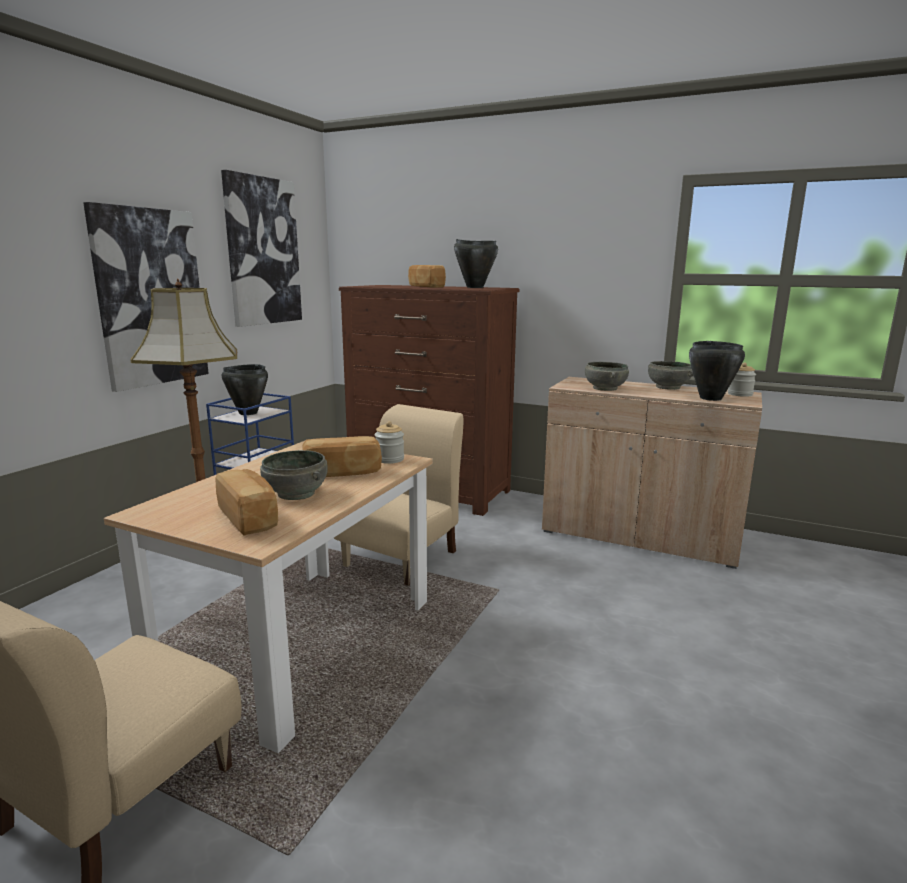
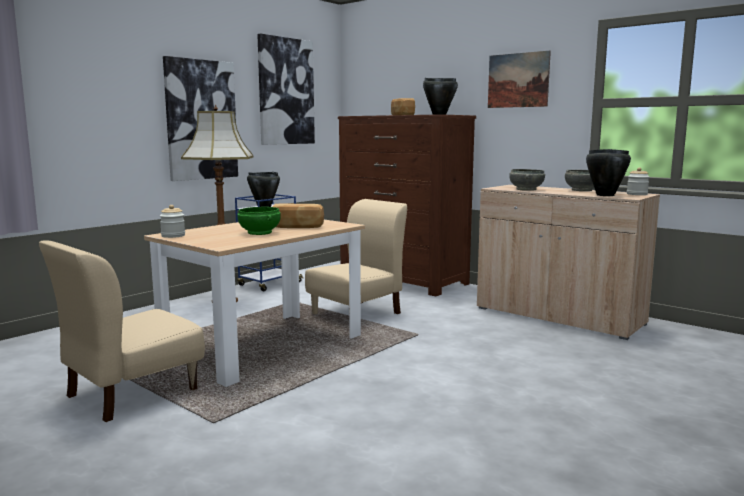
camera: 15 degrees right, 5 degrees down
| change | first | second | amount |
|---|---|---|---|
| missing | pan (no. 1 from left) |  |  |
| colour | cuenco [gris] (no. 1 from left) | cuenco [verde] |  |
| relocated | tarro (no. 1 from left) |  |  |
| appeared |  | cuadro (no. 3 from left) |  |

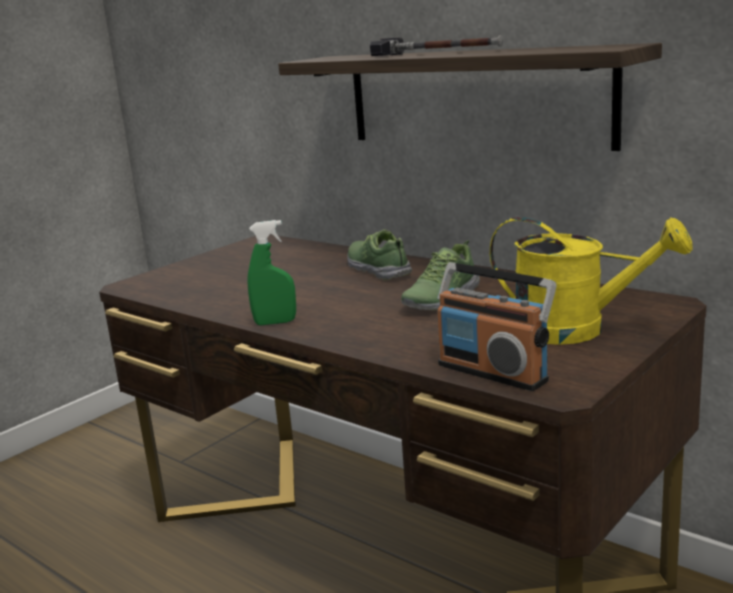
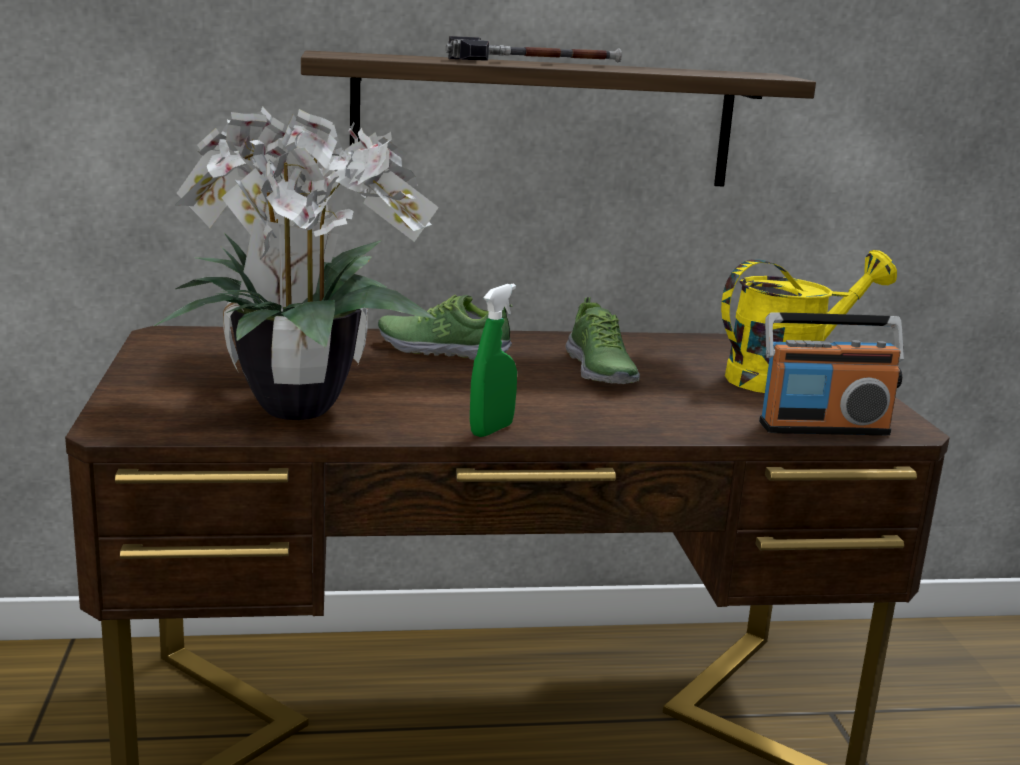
camera: 50 degrees left, 0 degrees up
| change | first | second | amount |
|---|---|---|---|
| appeared |  | planta en maceta |  |

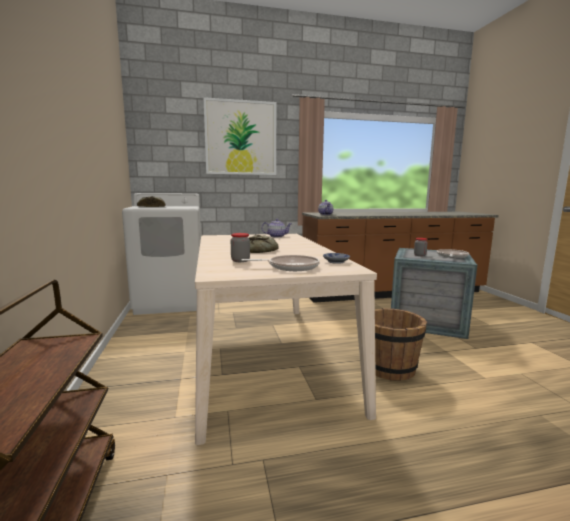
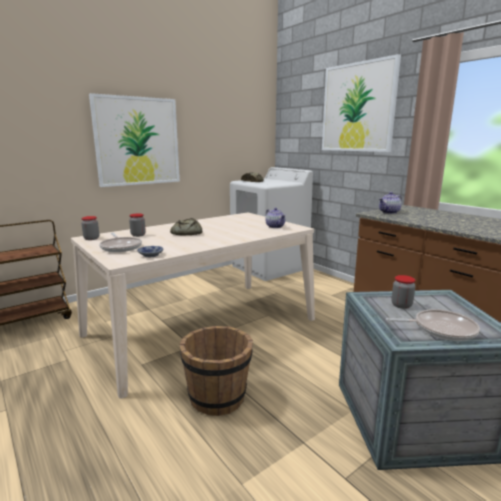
camera: 65 degrees right, 5 degrees up
| change | first | second | amount |
|---|---|---|---|
| appeared |  | tarro (no. 1 from left) |  |
| appeared |  | cuadro (no. 1 from left) |  |

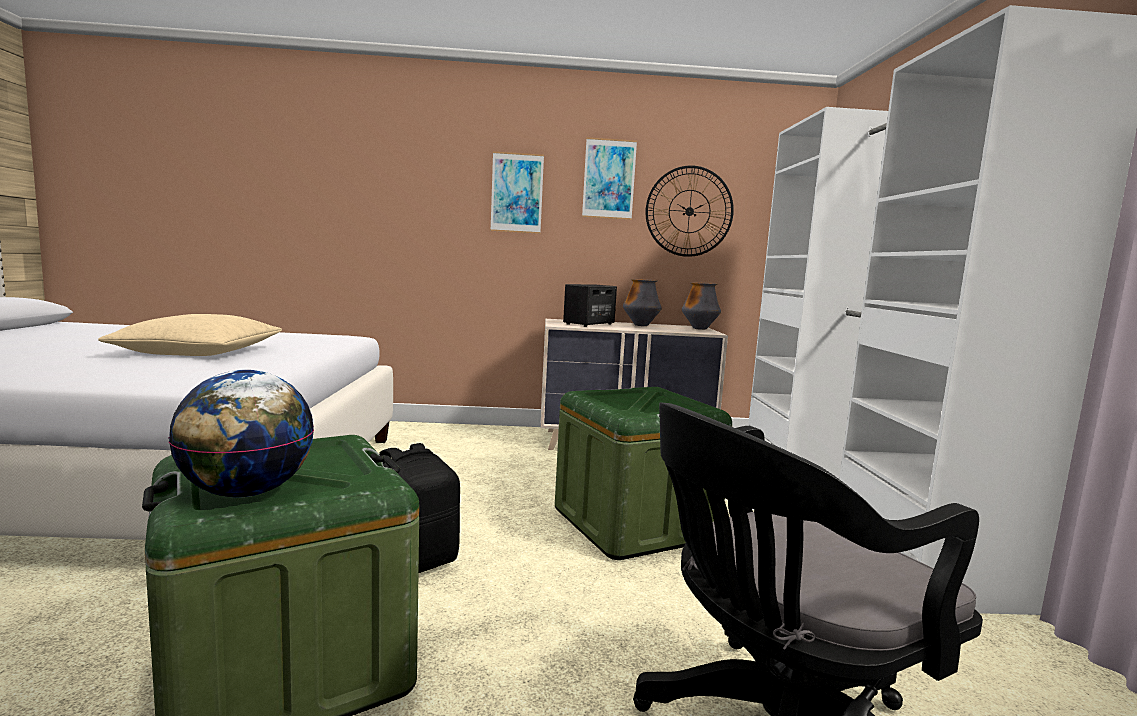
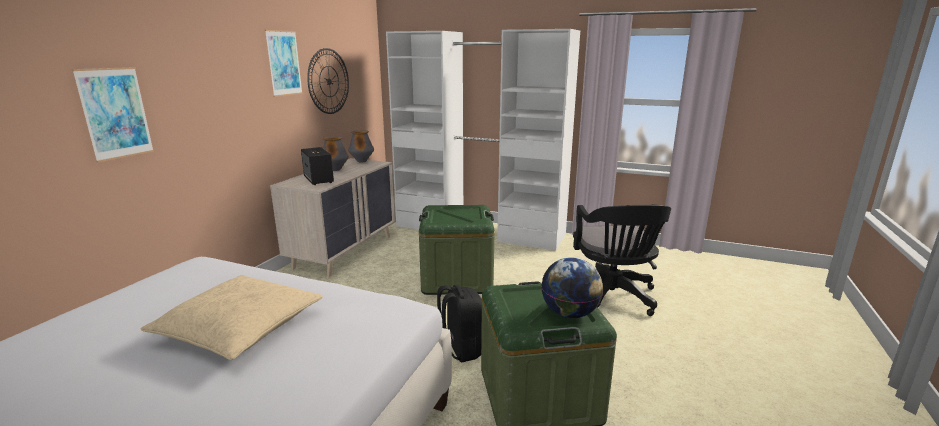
camera: 65 degrees left, 10 degrees up
| change | first | second | amount |
|---|---|---|---|
| relocated | cuadro (no. 1 from left) |  |  |

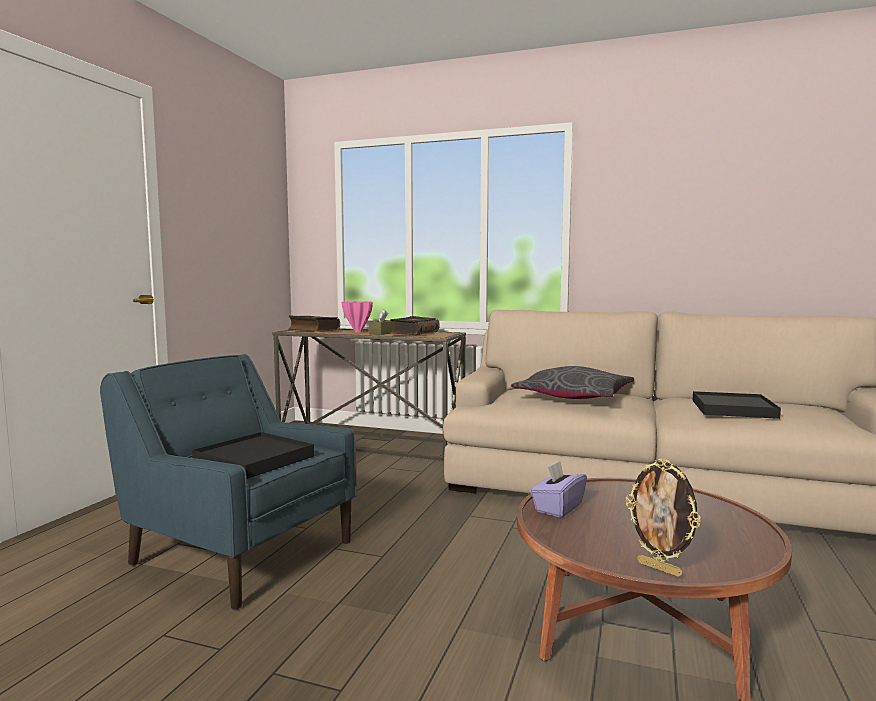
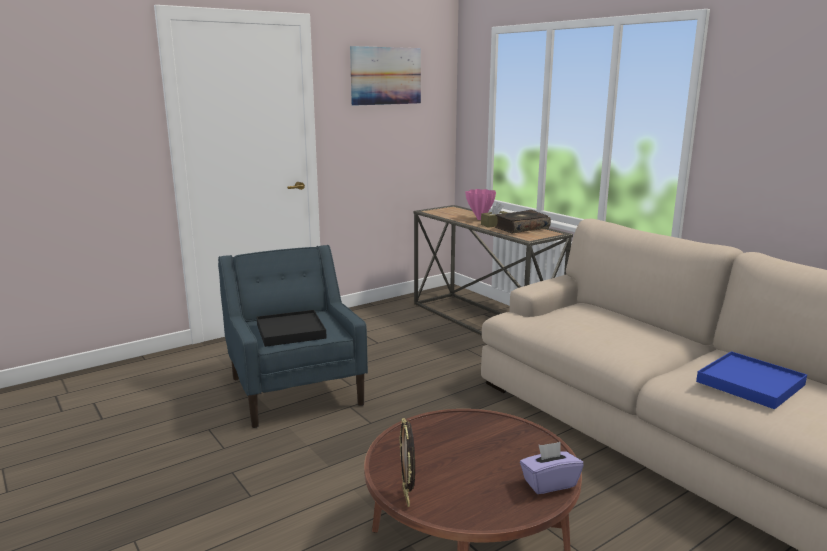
camera: 35 degrees right, 10 degrees up
| change | first | second | amount |
|---|---|---|---|
| missing | libro (no. 1 from left) |  |  |
| missing | cojín [gris] |  |  |
| relocated | caja de pañuelos [morado] |  |  |
| colour | bandeja [negro] (no. 2 from left) | bandeja [azul] |  |
| appeared |  | cuadro |  |

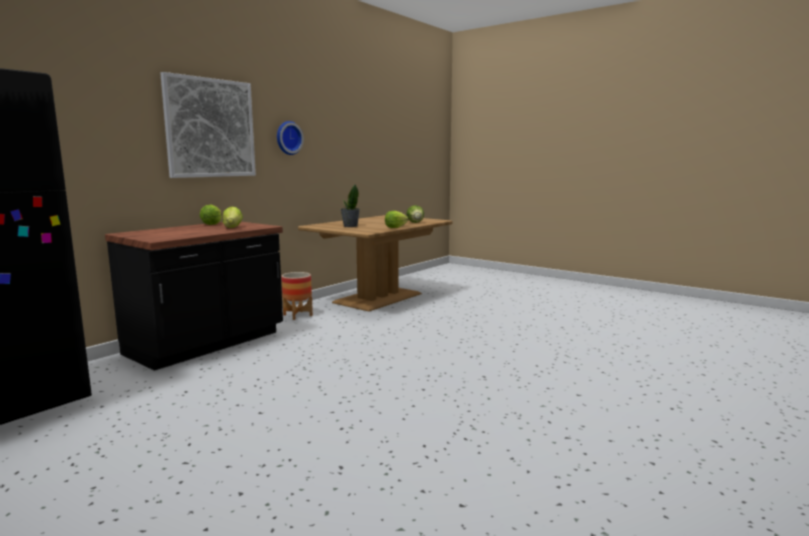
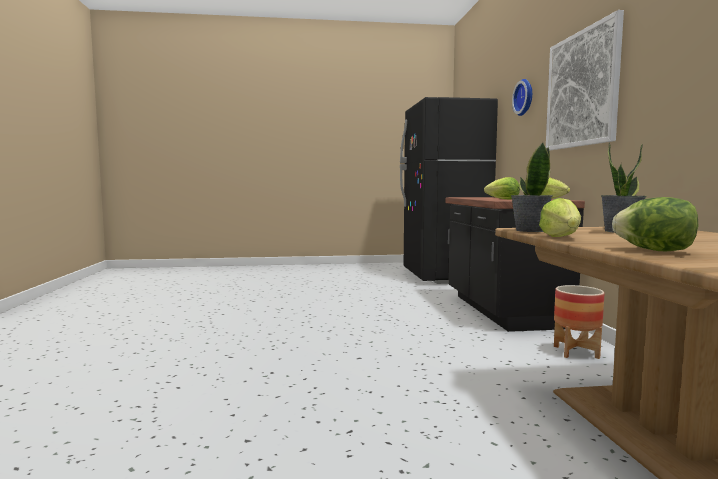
camera: 135 degrees right, 5 degrees down
| change | first | second | amount |
|---|---|---|---|
| relocated | reloj de pared |  |  |
| appeared |  | planta en maceta (no. 1 from left) |  |

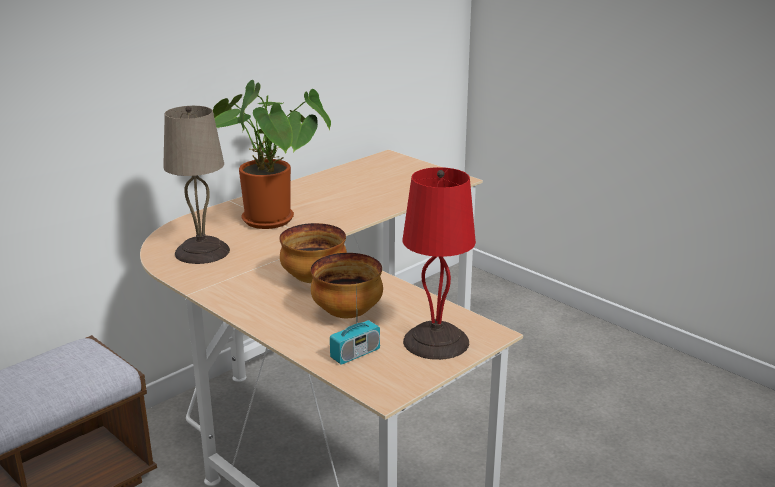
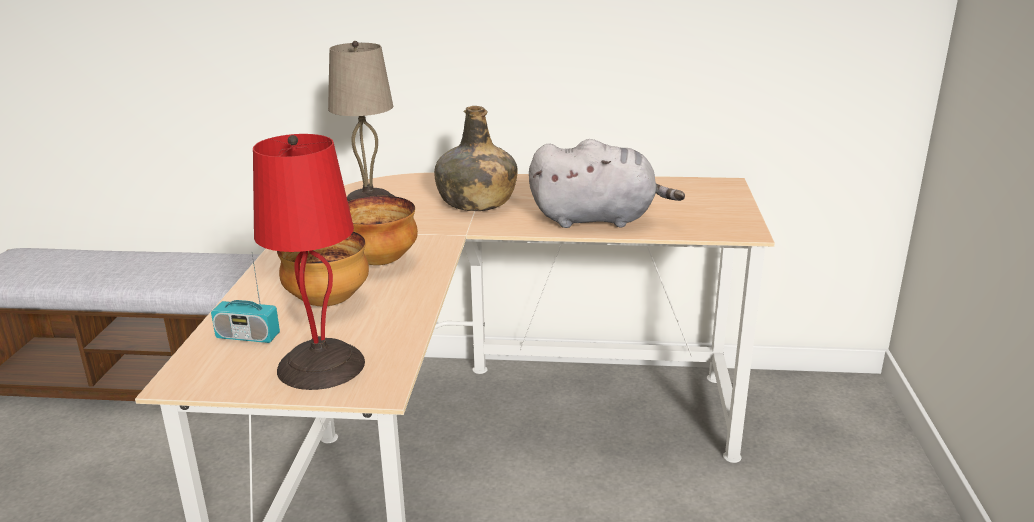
camera: 50 degrees right, 0 degrees up
| change | first | second | amount |
|---|---|---|---|
| exchanged | planta en maceta | botella [verde] |  |
| appeared |  | peluche [gris] |  |

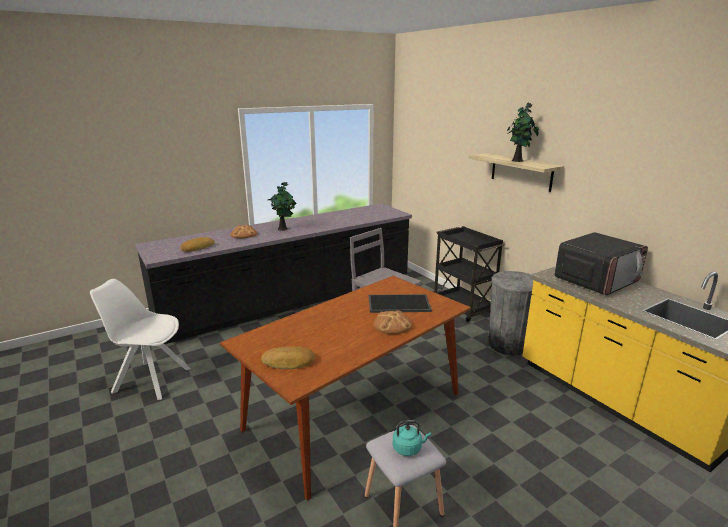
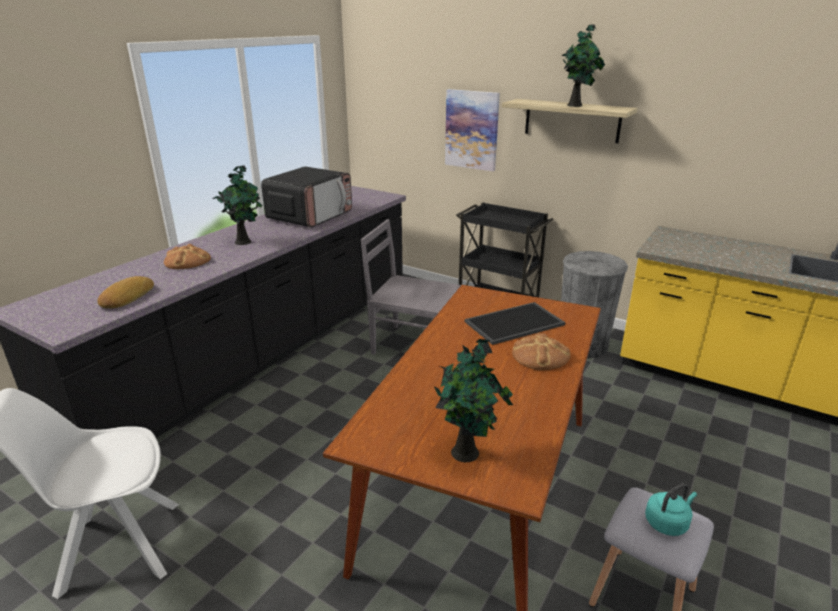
camera: 25 degrees left, 5 degrees up
| change | first | second | amount |
|---|---|---|---|
| exchanged | pan (no. 3 from left) | planta en maceta (no. 2 from left) |  |
| relocated | microondas |  |  |
| appeared |  | cuadro |  |

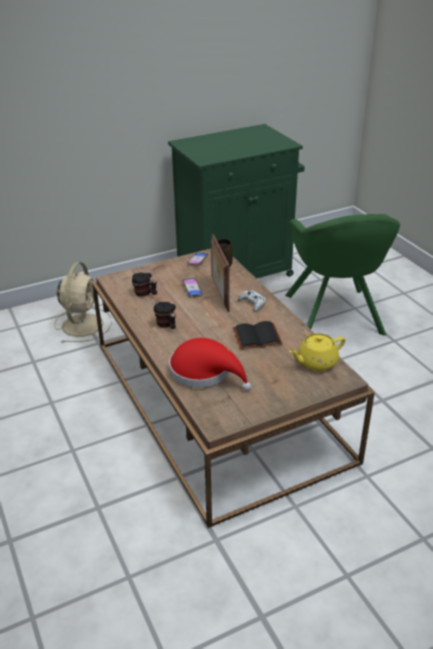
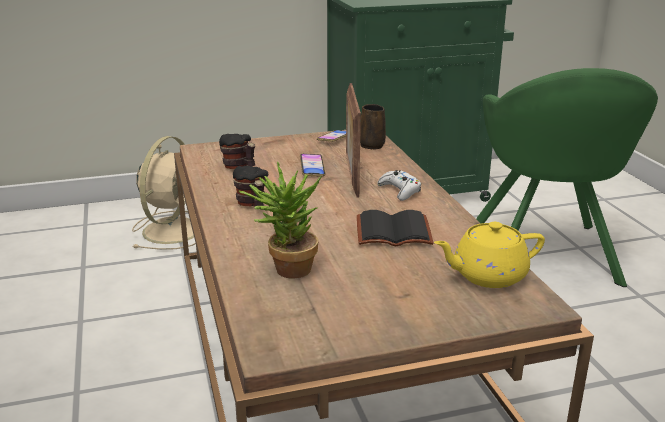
camera: 10 degrees right, 10 degrees down
| change | first | second | amount |
|---|---|---|---|
| exchanged | sombrero [rojo] | planta en maceta |  |

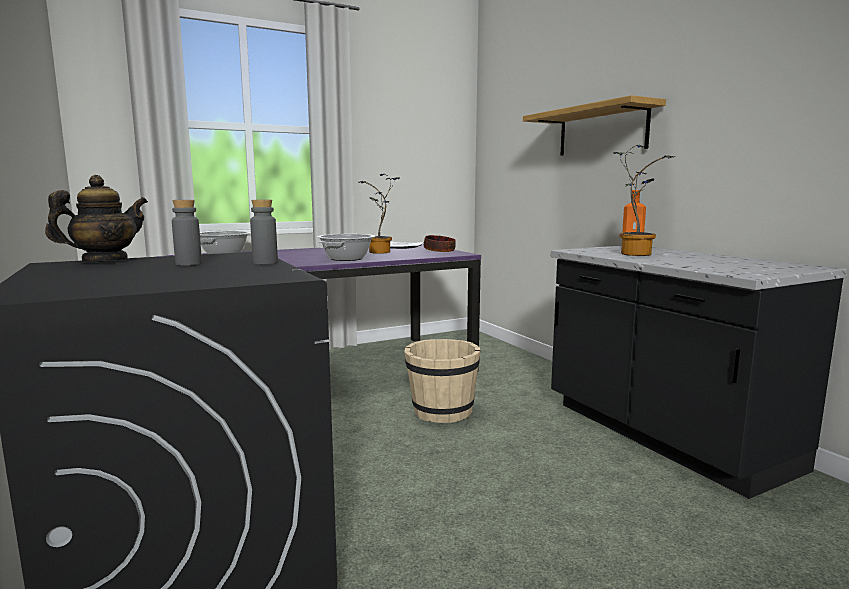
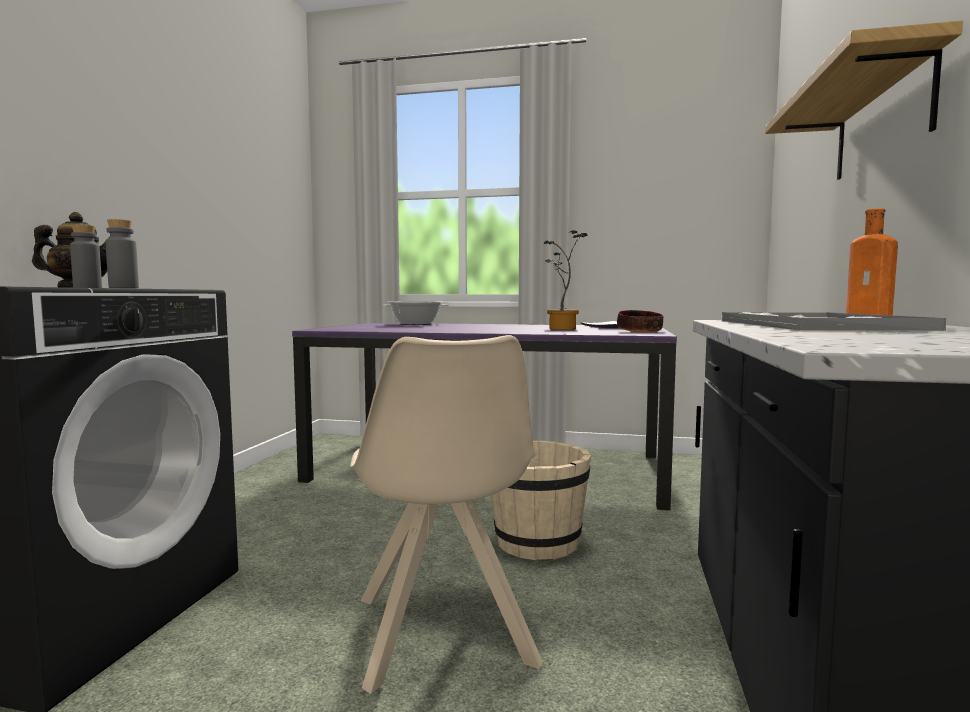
camera: 40 degrees right, 5 degrees down
| change | first | second | amount |
|---|---|---|---|
| missing | olla (no. 2 from left) |  |  |
| exchanged | planta en maceta (no. 2 from left) | bandeja |  |
| appeared |  | silla [beis] |  |

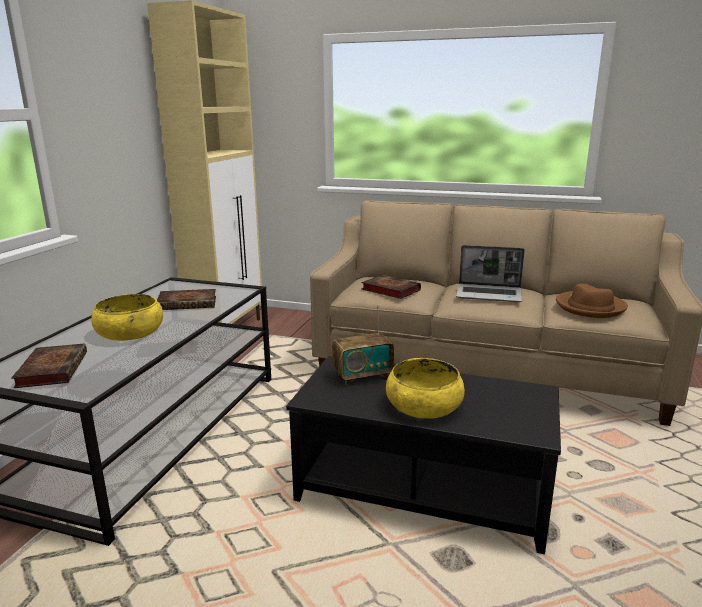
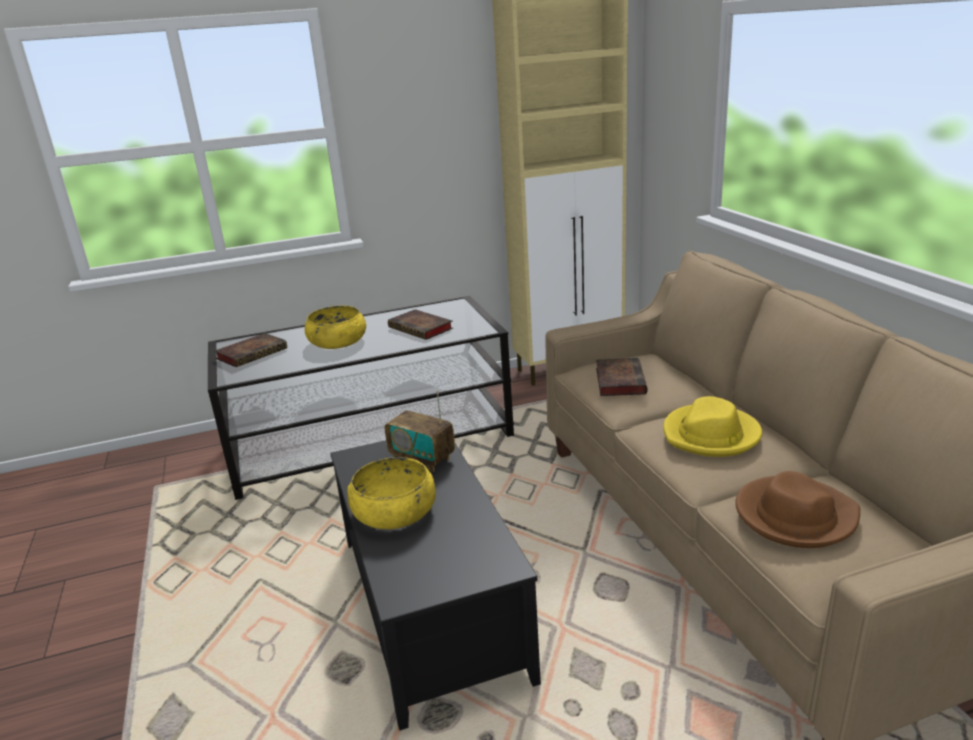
camera: 55 degrees right, 5 degrees up
| change | first | second | amount |
|---|---|---|---|
| exchanged | portátil | sombrero [amarillo] |  |

